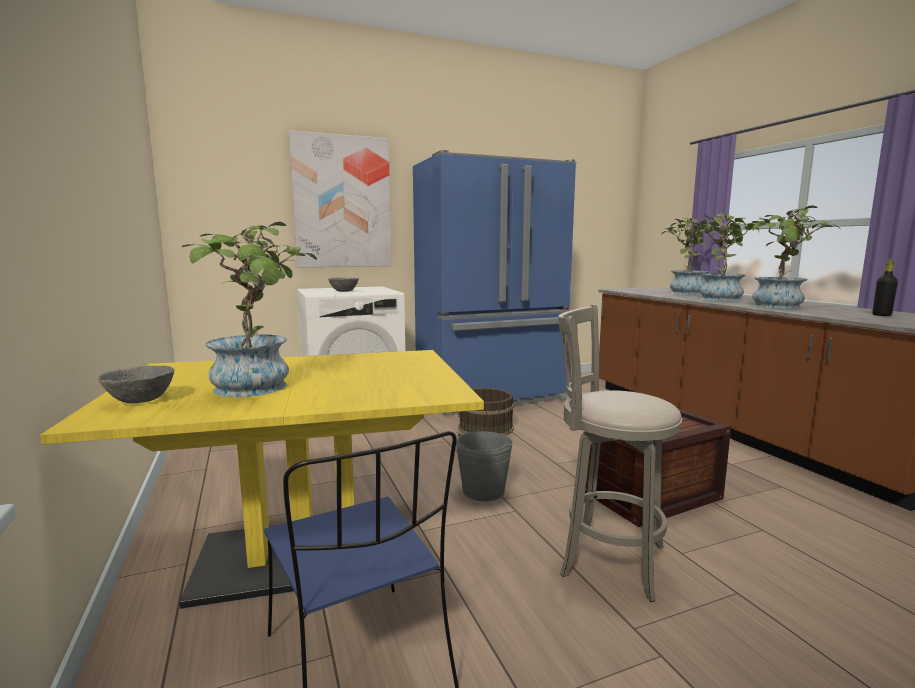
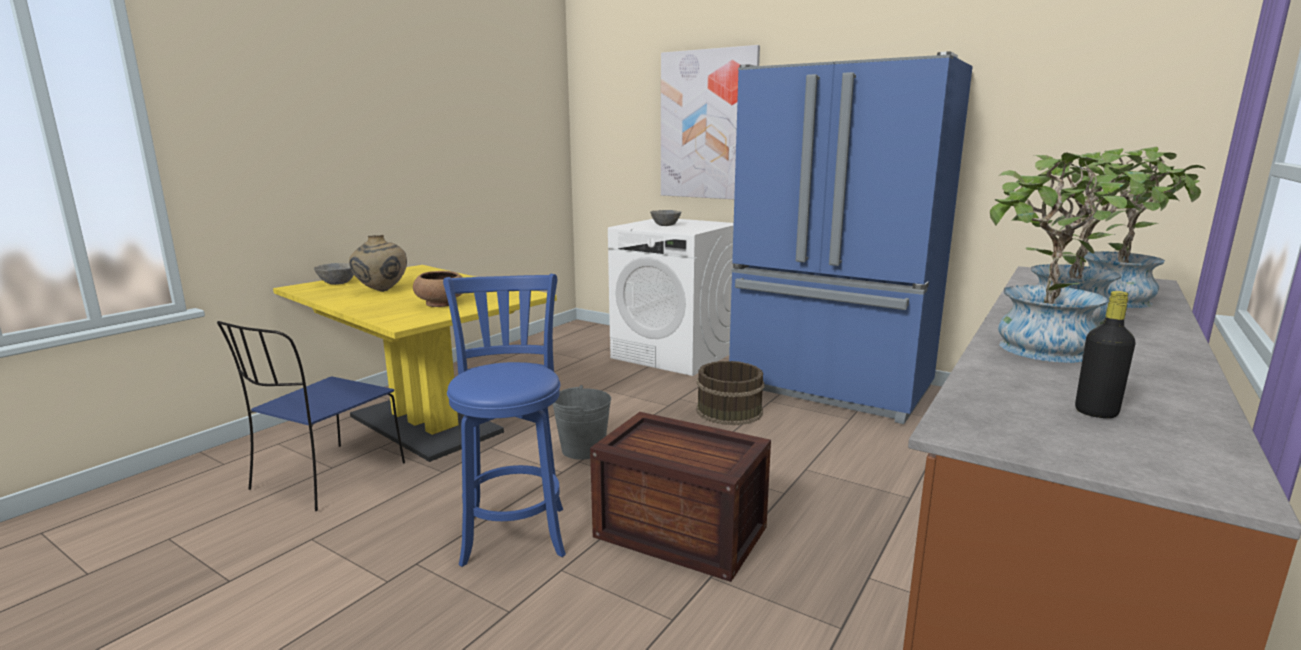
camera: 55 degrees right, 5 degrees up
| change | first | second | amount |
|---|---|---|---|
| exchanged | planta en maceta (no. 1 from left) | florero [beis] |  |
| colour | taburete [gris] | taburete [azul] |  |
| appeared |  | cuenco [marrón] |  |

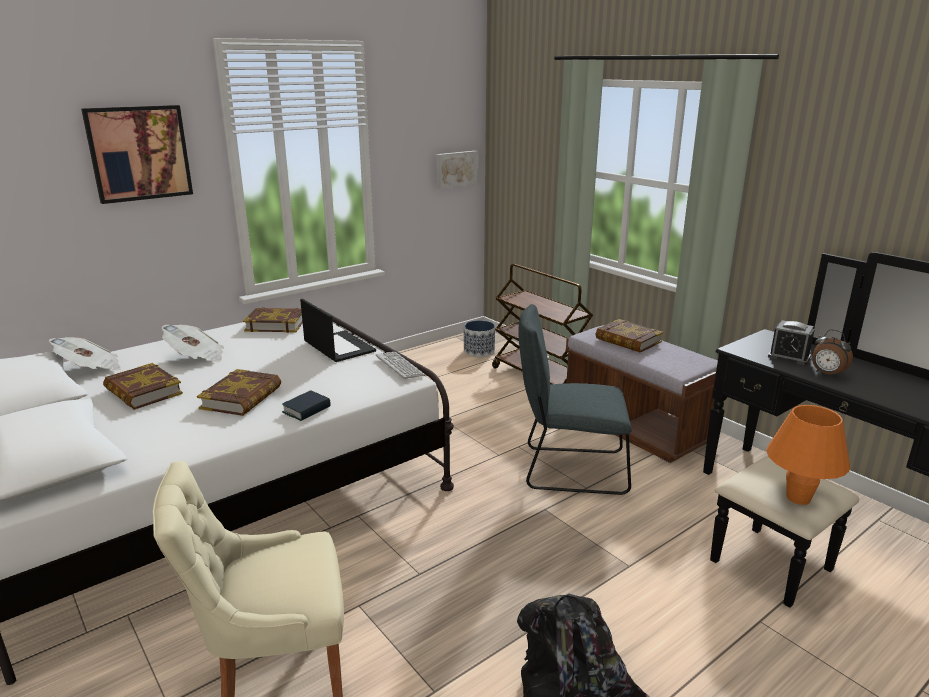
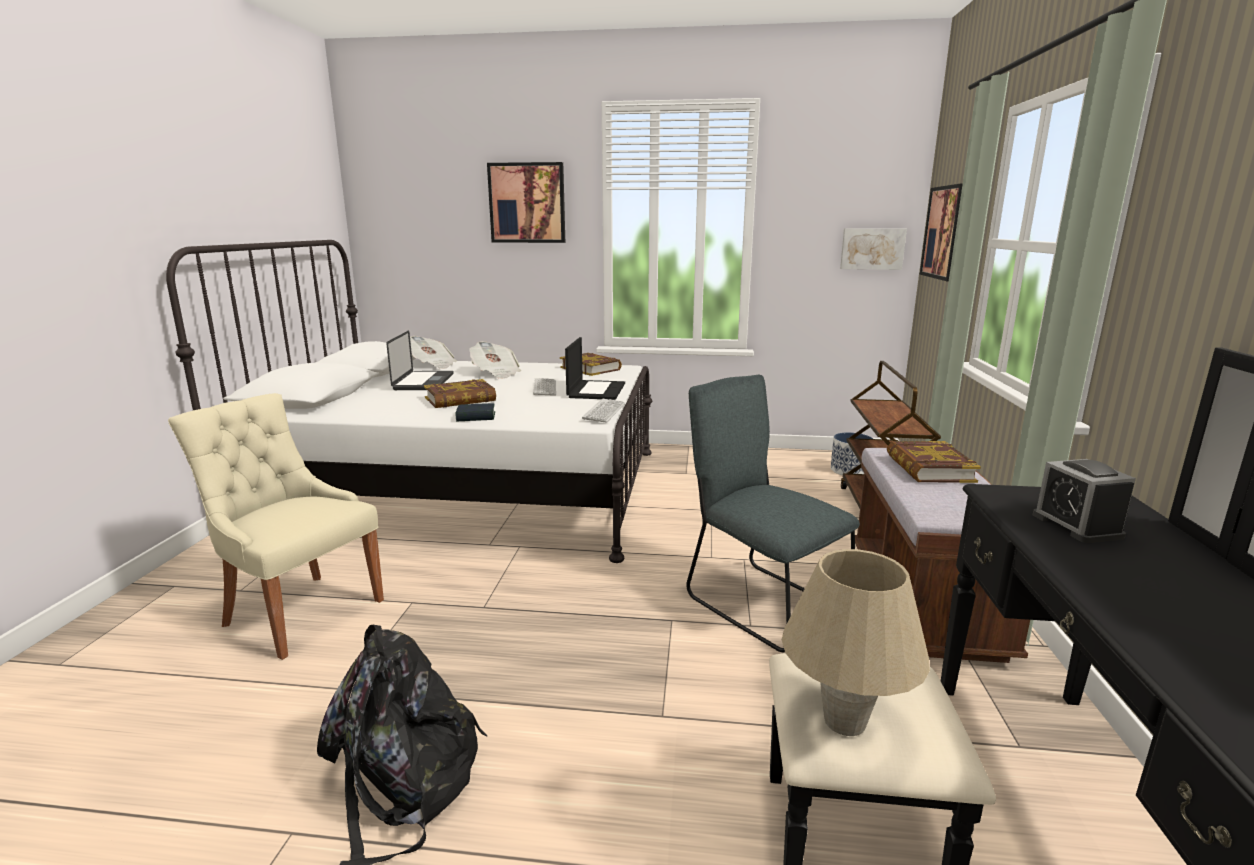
camera: 45 degrees right, 5 degrees down
| change | first | second | amount |
|---|---|---|---|
| exchanged | libro (no. 1 from left) | portátil (no. 1 from left) |  |
| colour | lámpara de mesa [naranja] | lámpara de mesa [beis] |  |
| missing | despertador (no. 2 from left) |  |  |
| appeared |  | teclado (no. 1 from left) |  |
| appeared |  | cuadro (no. 3 from left) |  |

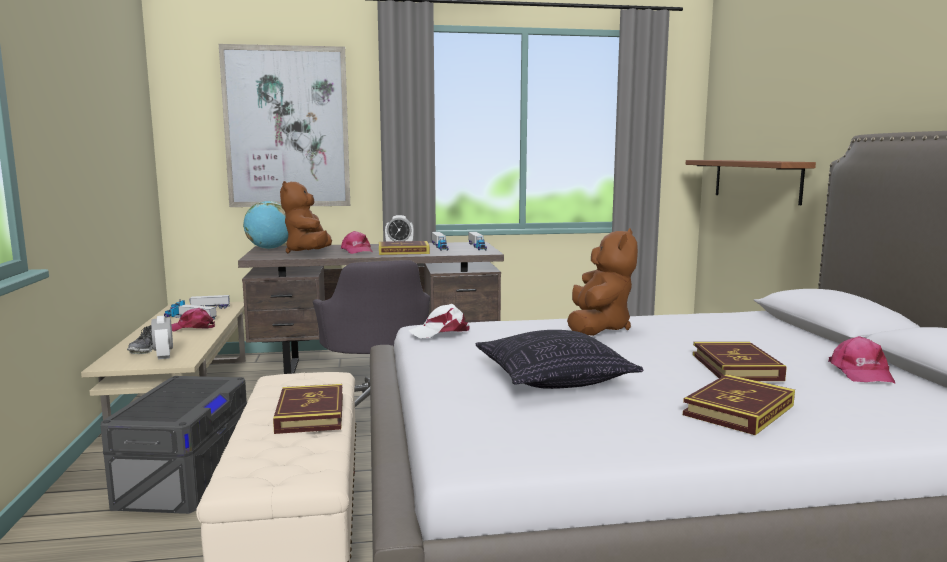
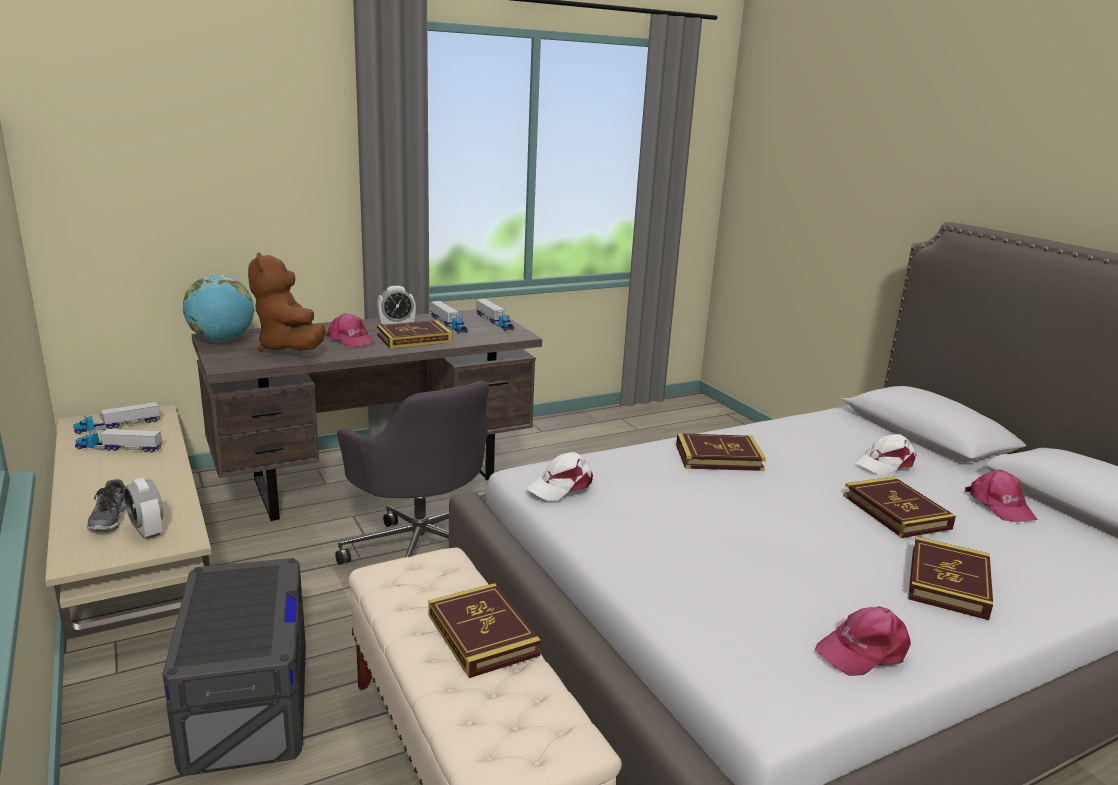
camera: 20 degrees left, 10 degrees up
| change | first | second | amount |
|---|---|---|---|
| relocated | gorra [rosa] (no. 1 from left in the first image) | gorra [rosa] (no. 2 from left) |  |
| missing | cuadro |  |  |
| missing | cojín |  |  |
| exchanged | peluche [marrón] (no. 2 from left) | libro (no. 3 from left) |  |
| missing | estante |  |  |
| appeared |  | gorra [blanco] (no. 2 from left) |  |

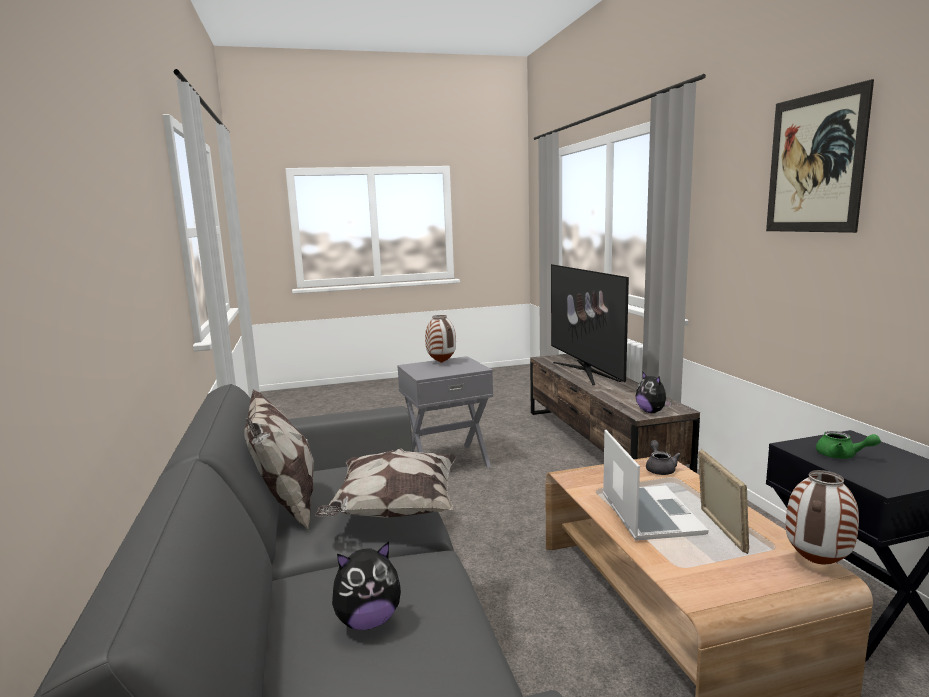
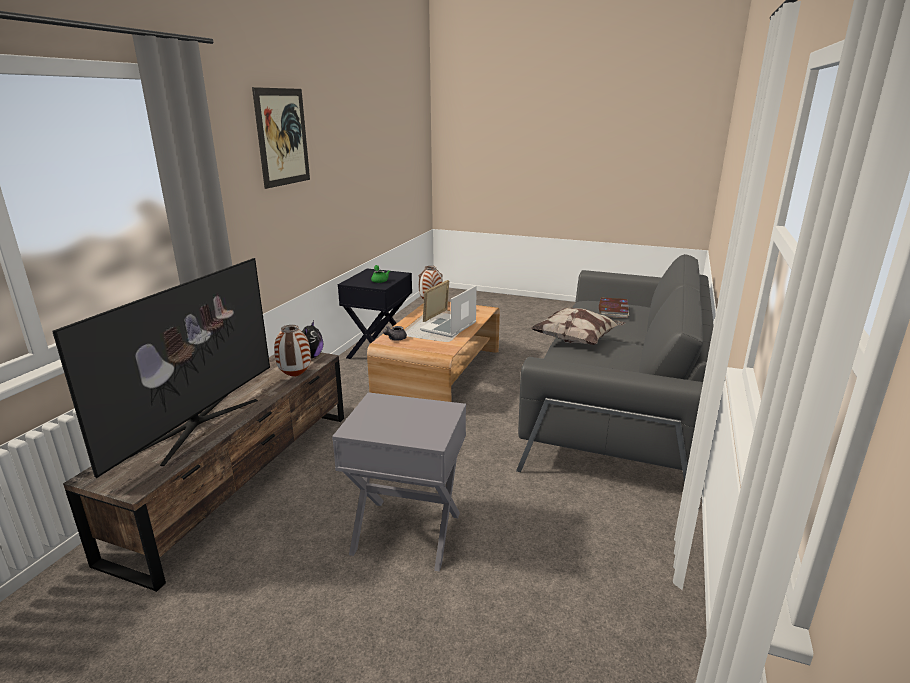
camera: 145 degrees left, 10 degrees up
| change | first | second | amount |
|---|---|---|---|
| missing | cojín (no. 1 from left) |  |  |
| exchanged | peluche (no. 1 from left) | libro |  |
| relocated | florero (no. 1 from left) |  |  |

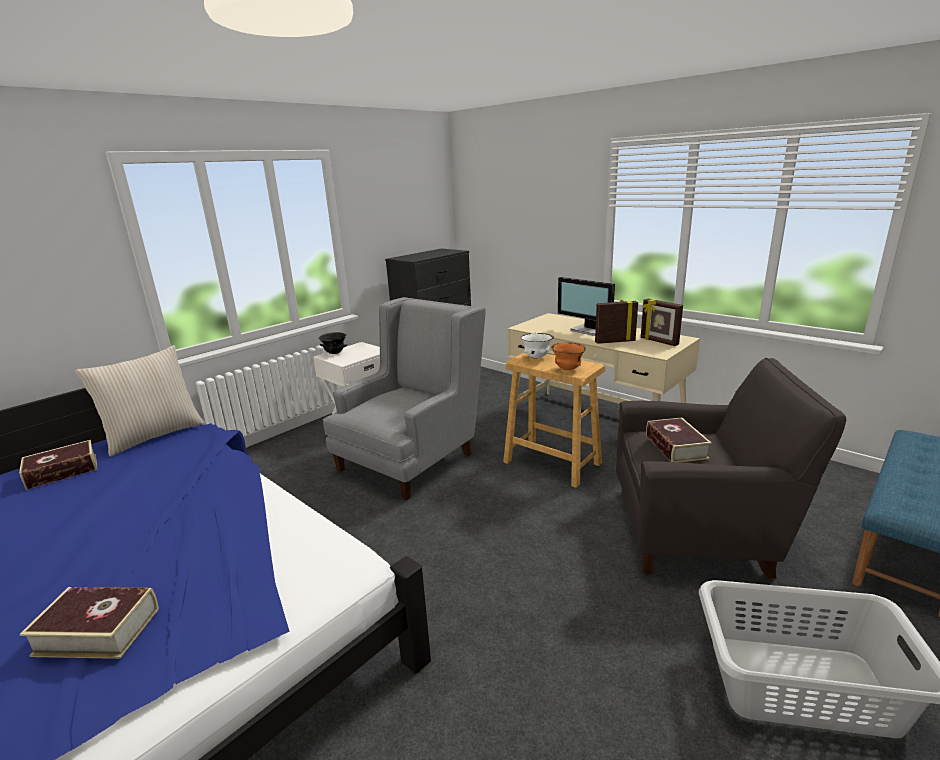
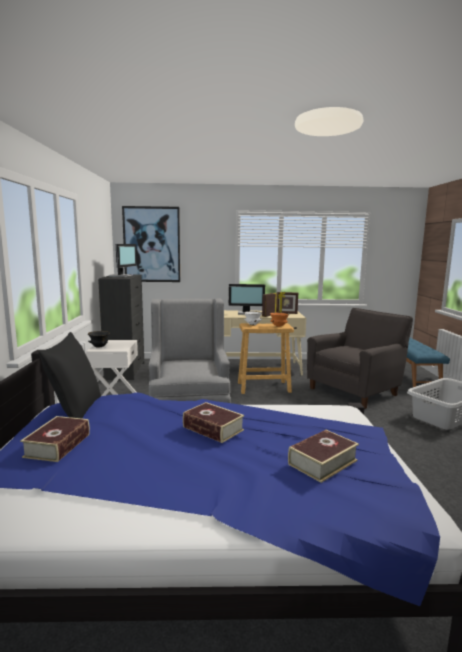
camera: 45 degrees left, 10 degrees down
| change | first | second | amount |
|---|---|---|---|
| colour | cojín [beis] | cojín [negro] |  |
| relocated | libro (no. 3 from left in the first image) | libro (no. 2 from left) |  |
| appeared |  | monitor (no. 1 from left) |  |
| appeared |  | cuadro |  |

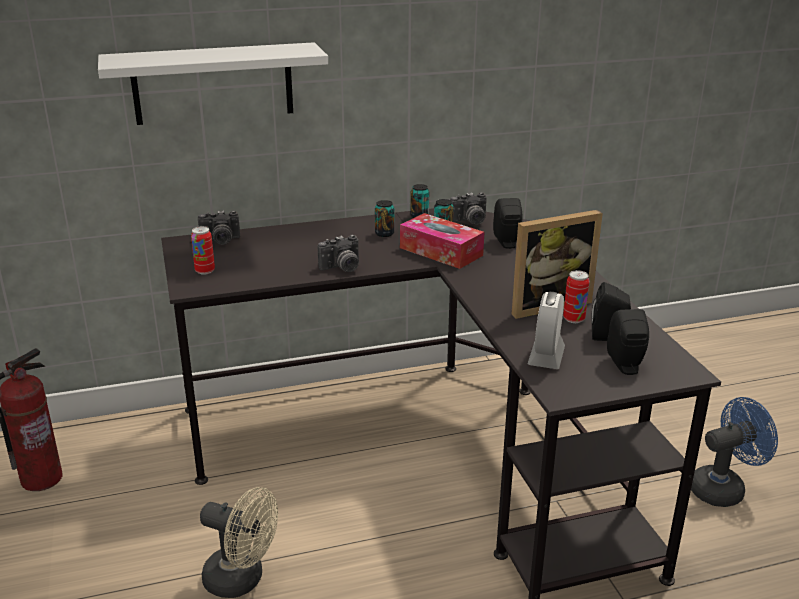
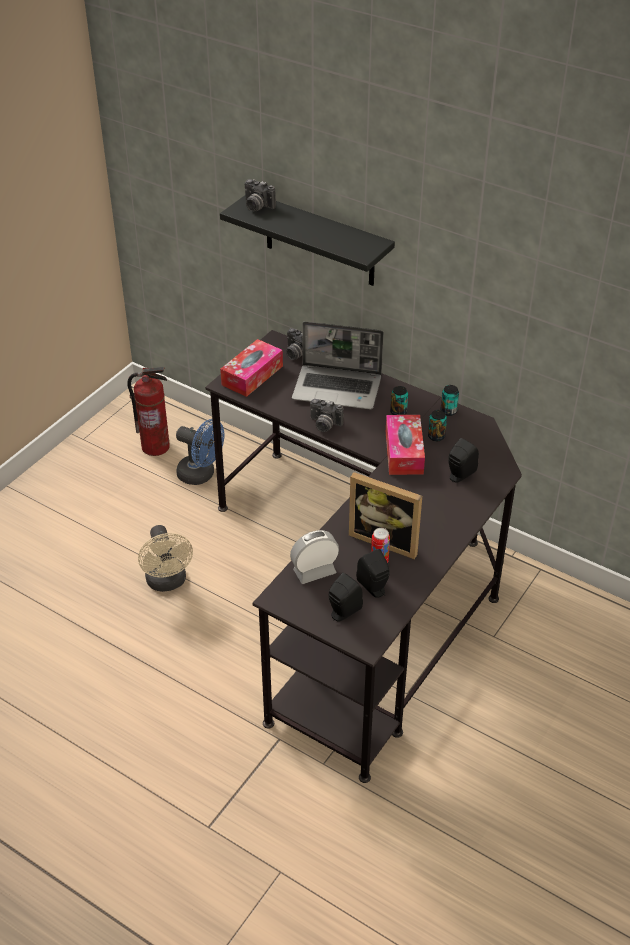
camera: 50 degrees right, 15 degrees up
| change | first | second | amount |
|---|---|---|---|
| colour | estante [blanco] | estante [negro] |  |
| exchanged | lata (no. 1 from left) | caja de pañuelos (no. 1 from left) |  |
| relocated | cámara (no. 3 from left in the first image) | cámara (no. 1 from left) |  |
| relocated | ventilador [azul] |  |  |
| appeared |  | portátil |  |

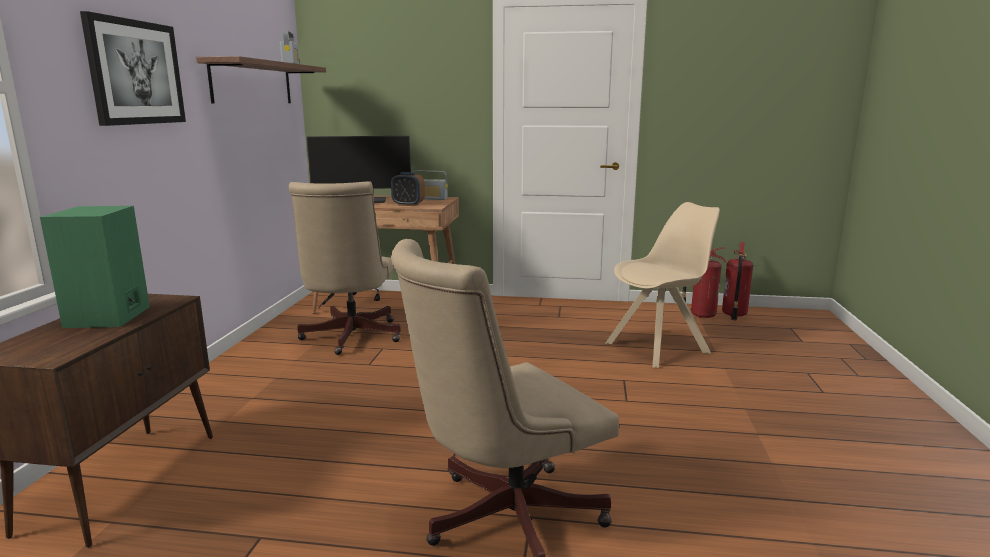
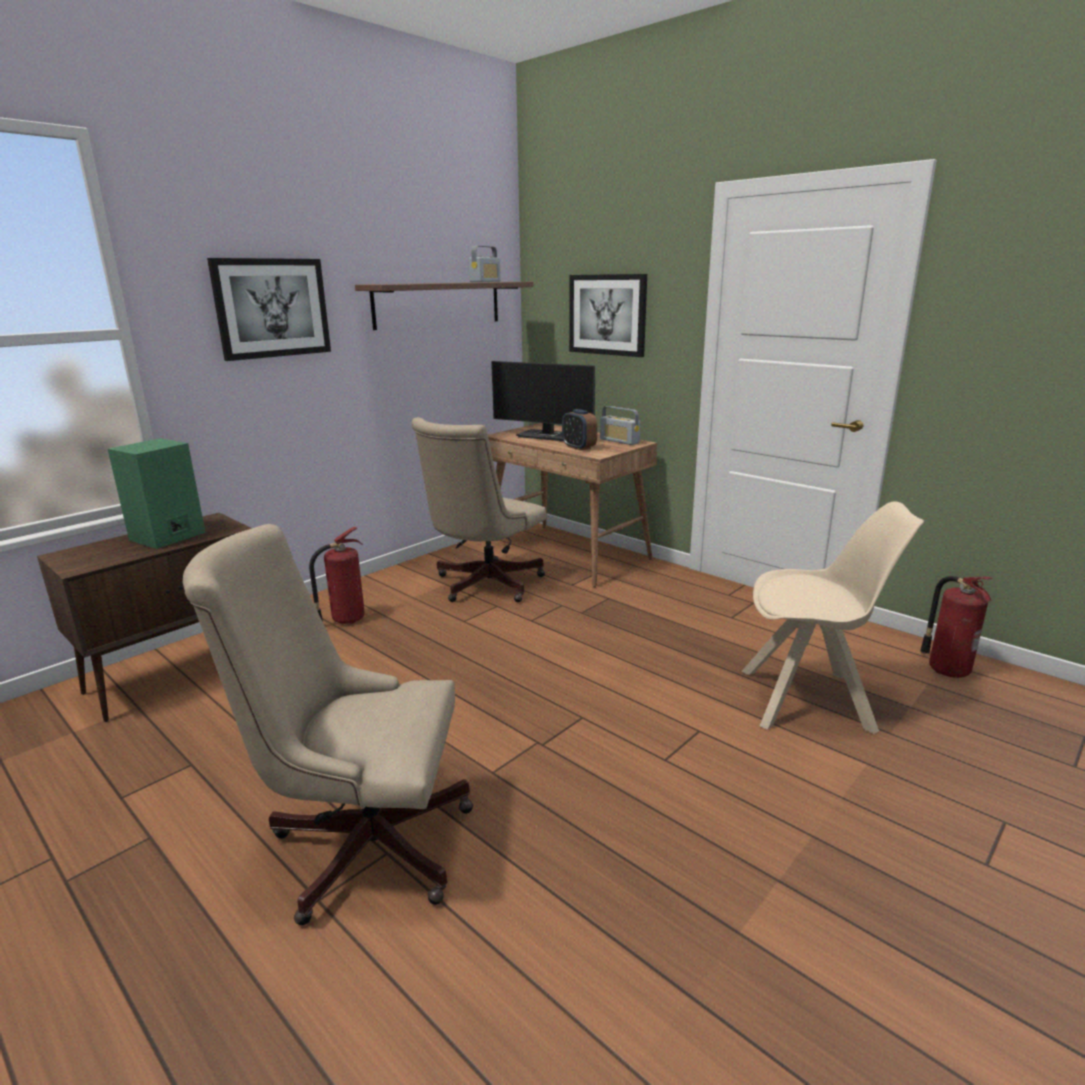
camera: 35 degrees right, 5 degrees up
| change | first | second | amount |
|---|---|---|---|
| relocated | extintor (no. 2 from left in the first image) | extintor (no. 1 from left) |  |
| appeared |  | cuadro (no. 2 from left) |  |

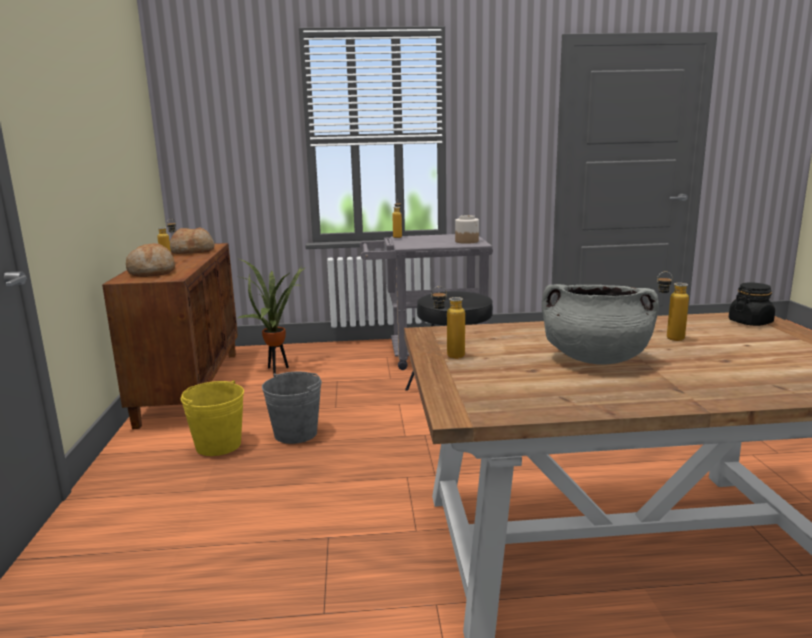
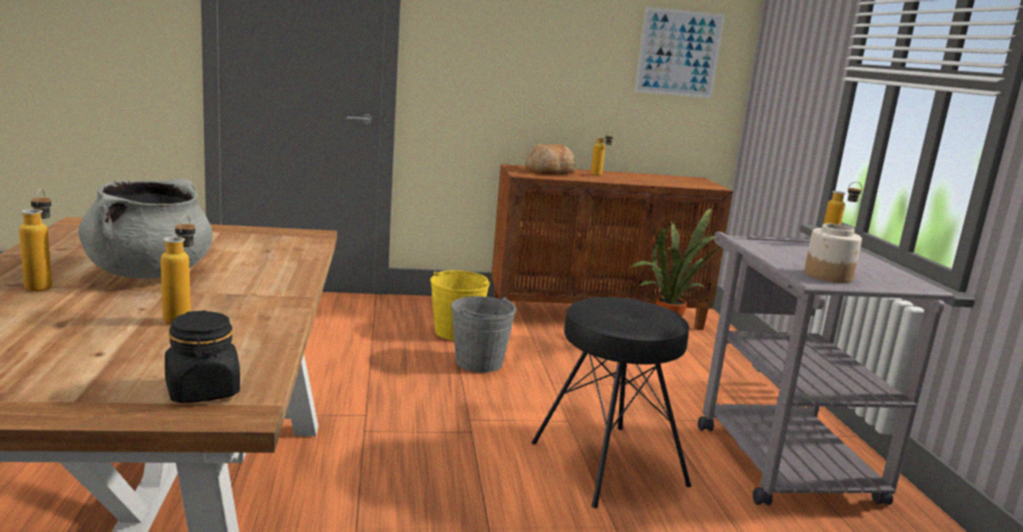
camera: 85 degrees right, 0 degrees up
| change | first | second | amount |
|---|---|---|---|
| missing | pan (no. 2 from left) |  |  |
| relocated | botella (no. 3 from left in the first image) | botella (no. 1 from left) |  |
| appeared |  | cuadro |  |

